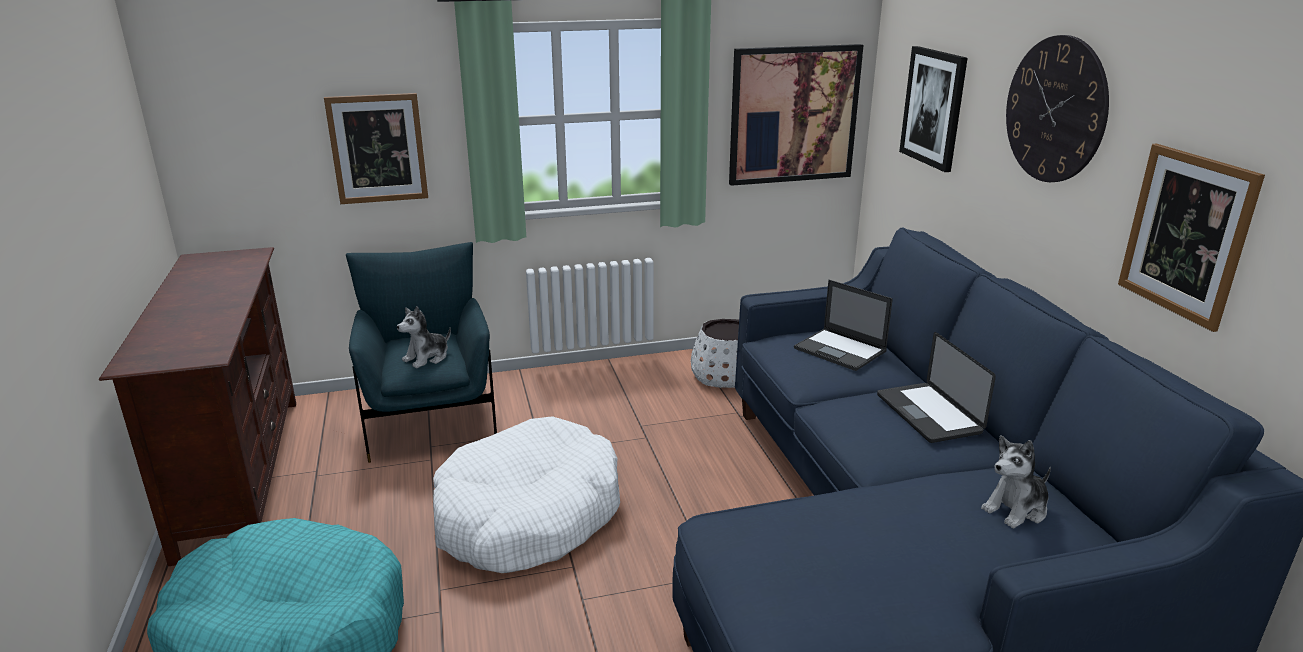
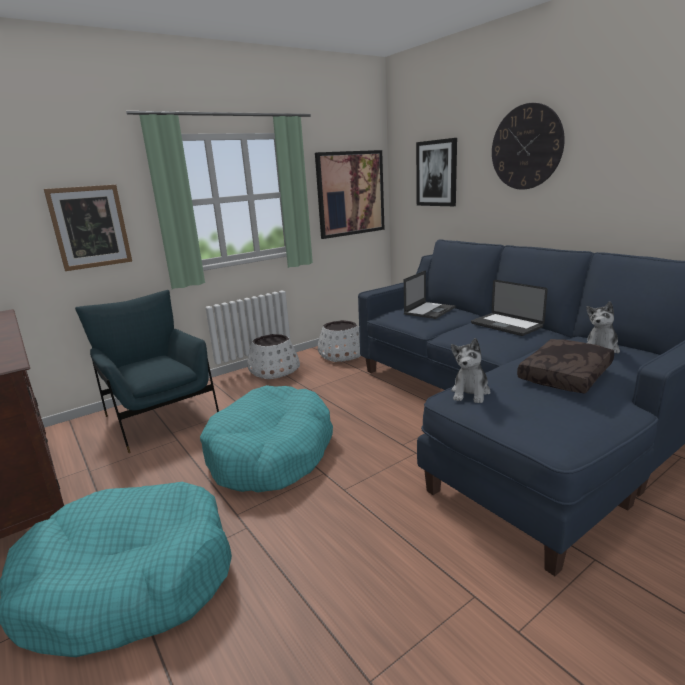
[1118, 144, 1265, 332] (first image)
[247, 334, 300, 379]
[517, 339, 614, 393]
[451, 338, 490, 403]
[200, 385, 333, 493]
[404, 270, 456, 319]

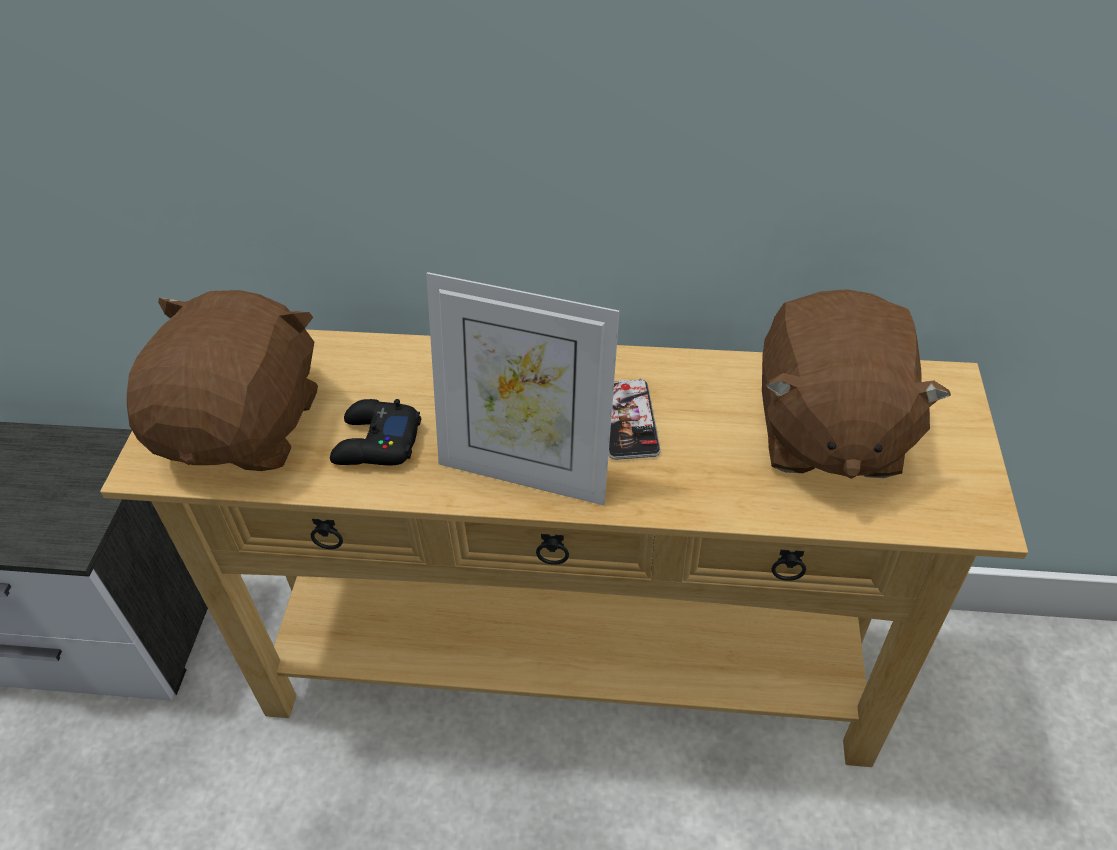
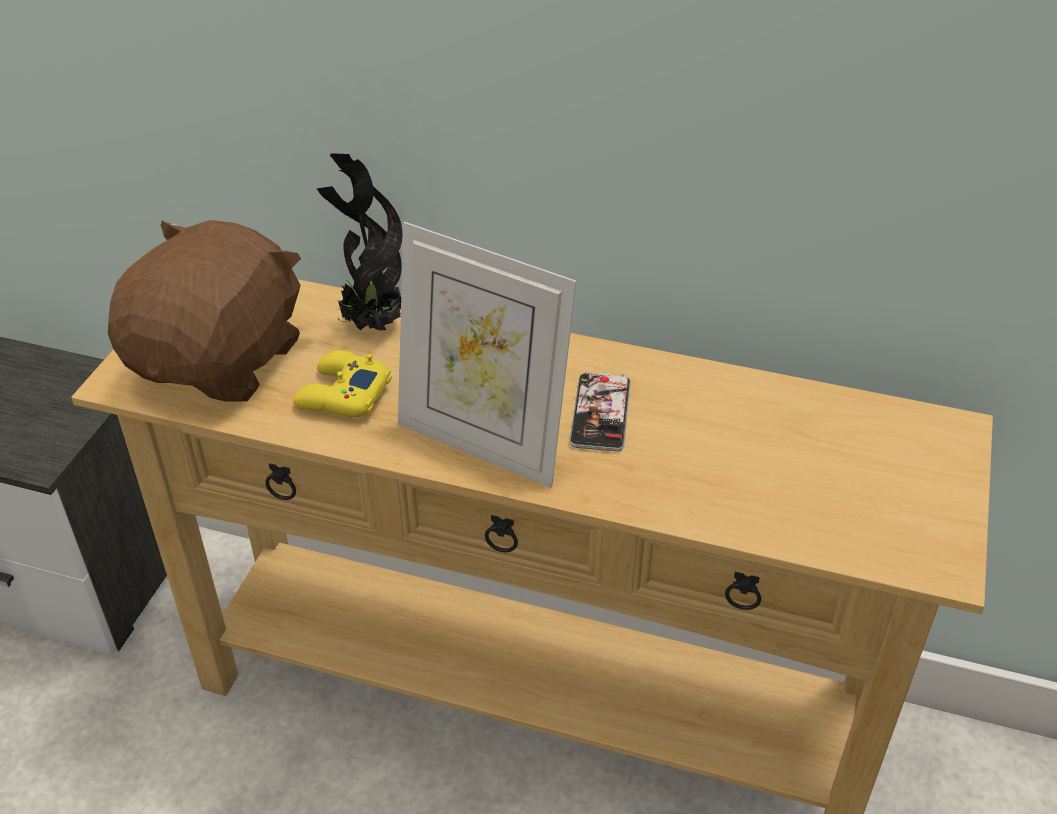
[762, 289, 951, 479] (first image)
[317, 153, 402, 331]
[293, 350, 392, 417]

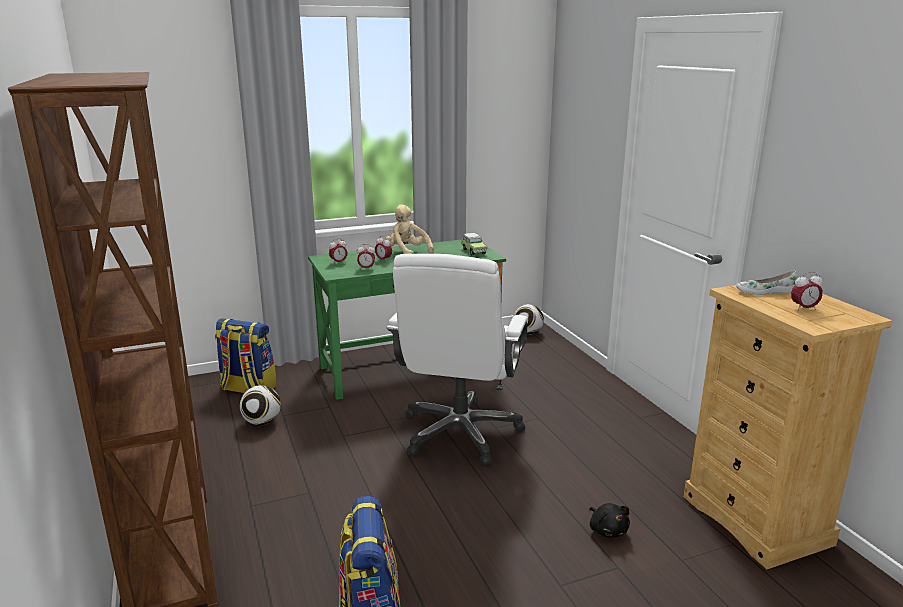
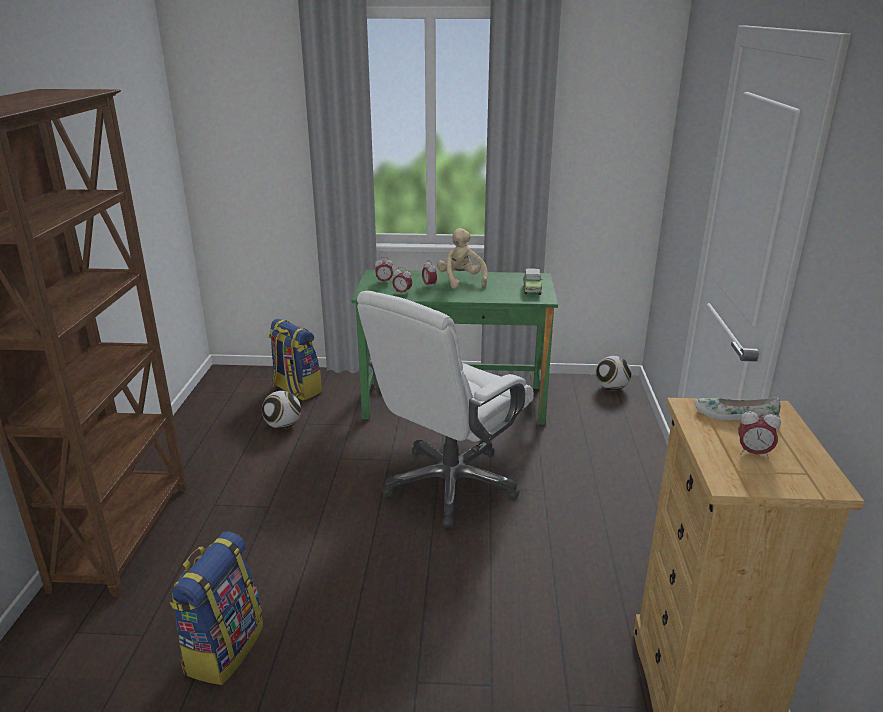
[589, 503, 630, 538] (first image)

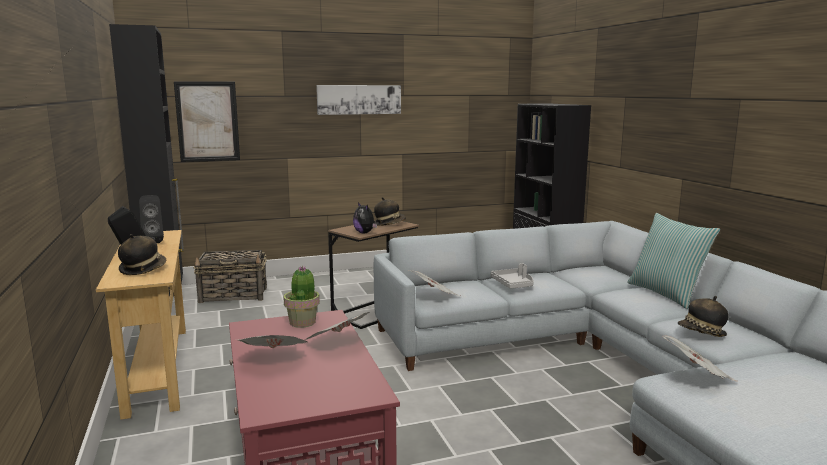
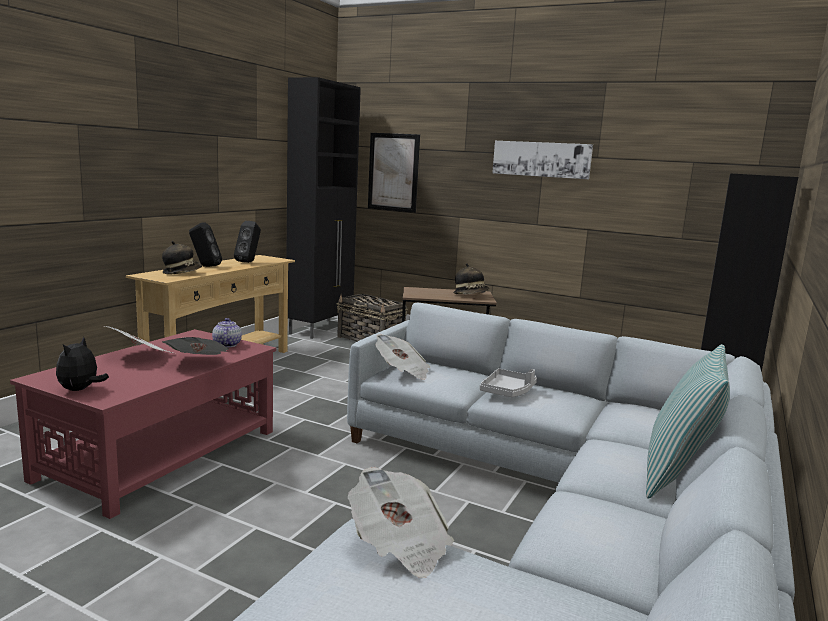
[678, 296, 728, 337] (first image)
[56, 337, 109, 391]
[212, 318, 242, 348]

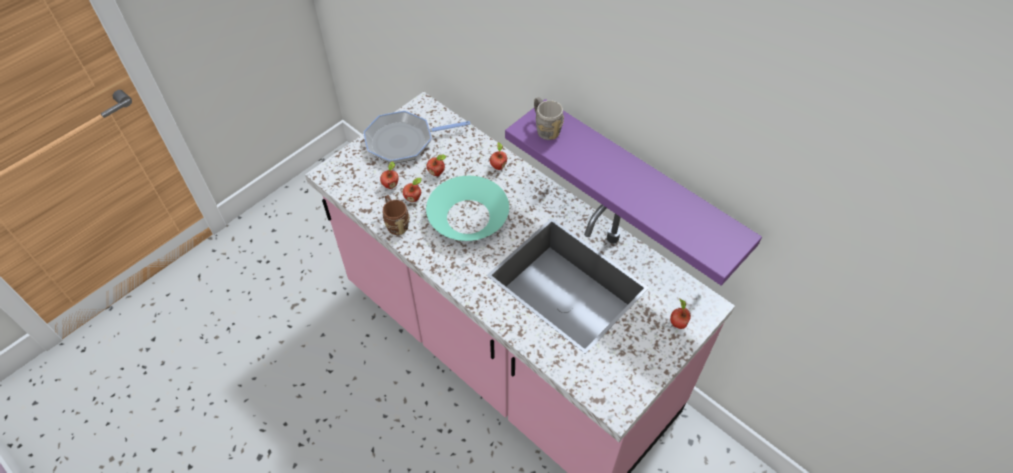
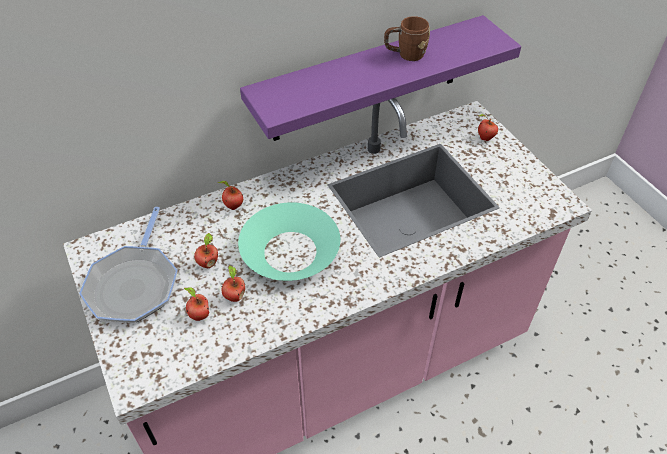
[534, 97, 564, 140] (first image)
[384, 16, 430, 61]

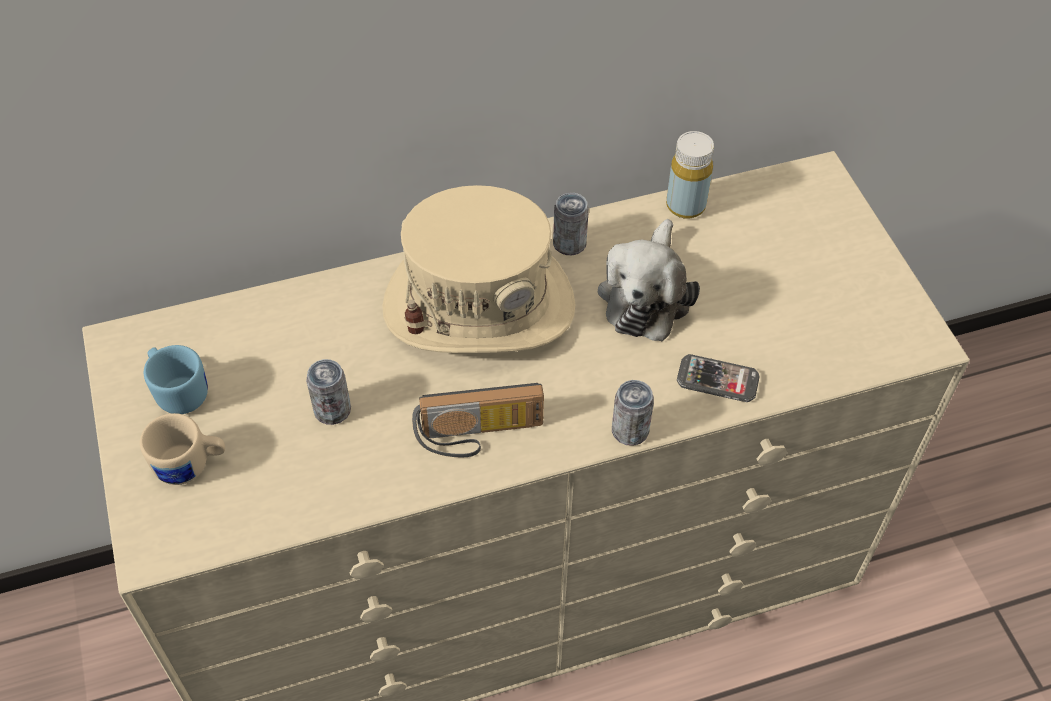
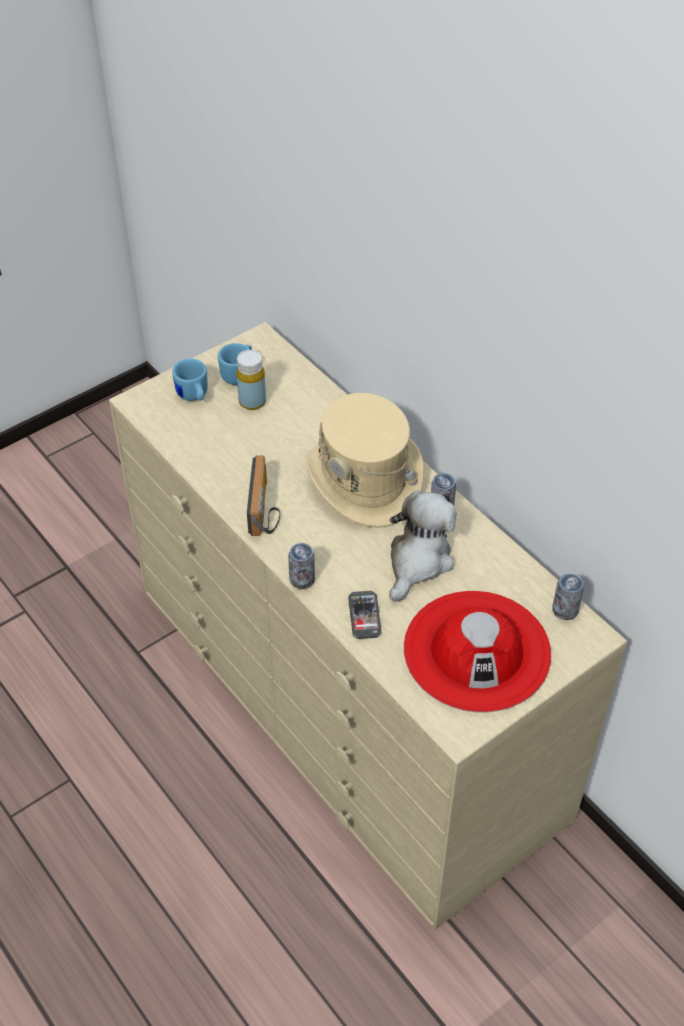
[404, 591, 551, 713]
[552, 573, 584, 620]
[237, 350, 266, 410]
[172, 359, 208, 401]
[247, 455, 280, 536]
[389, 491, 457, 602]

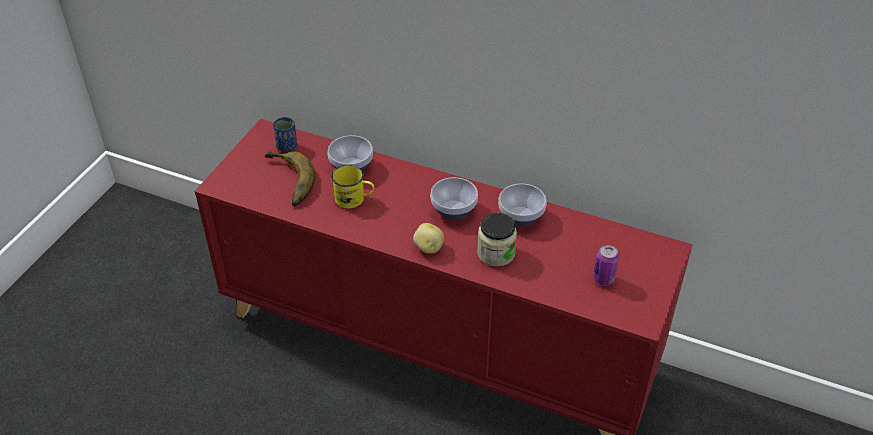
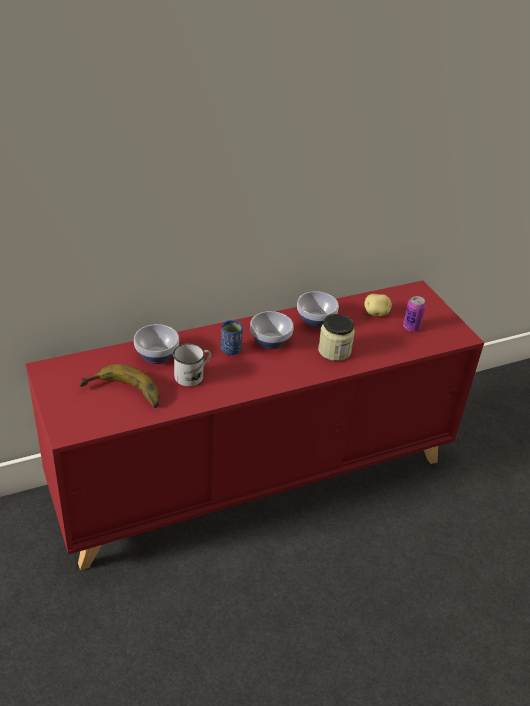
[221, 320, 243, 355]
[364, 294, 392, 316]
[173, 344, 211, 386]

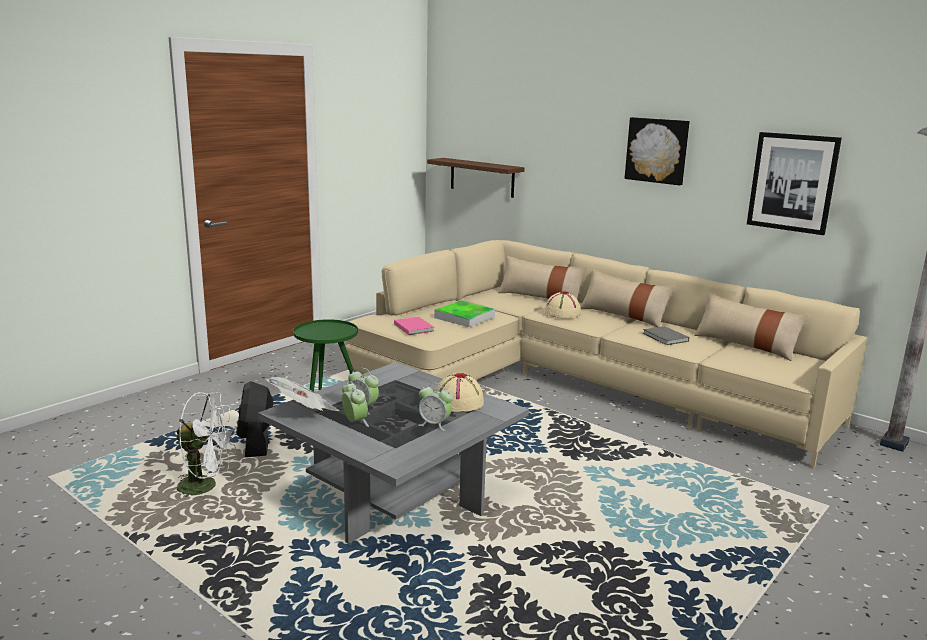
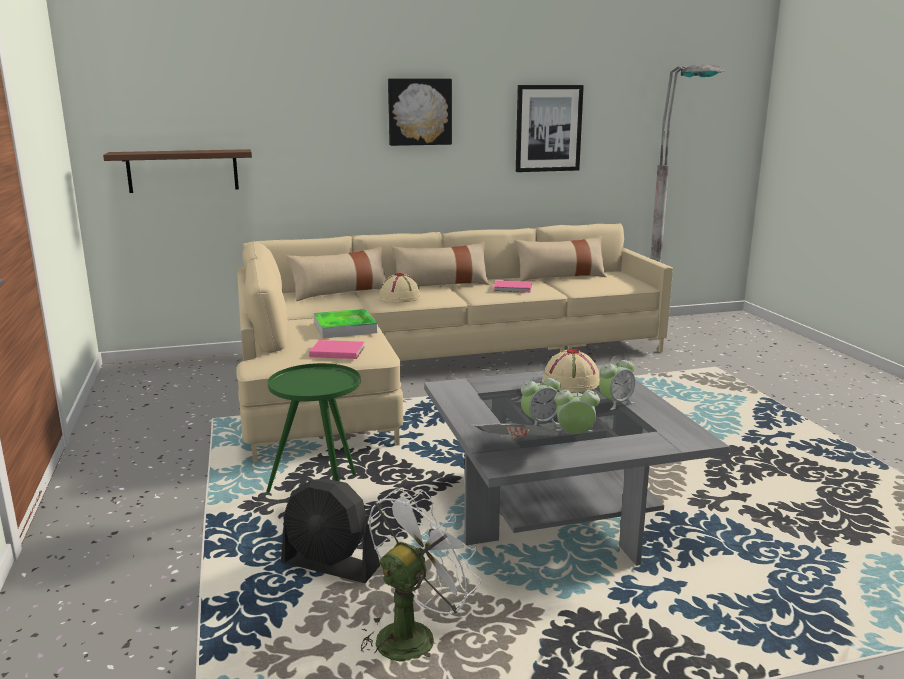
[494, 280, 532, 293]

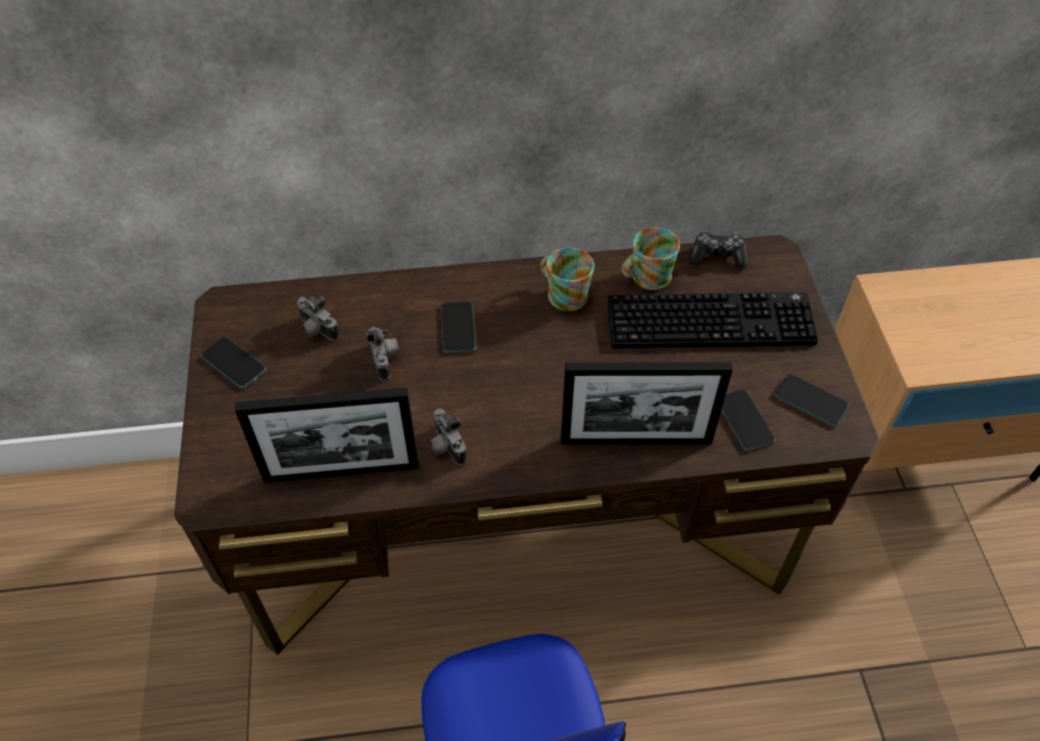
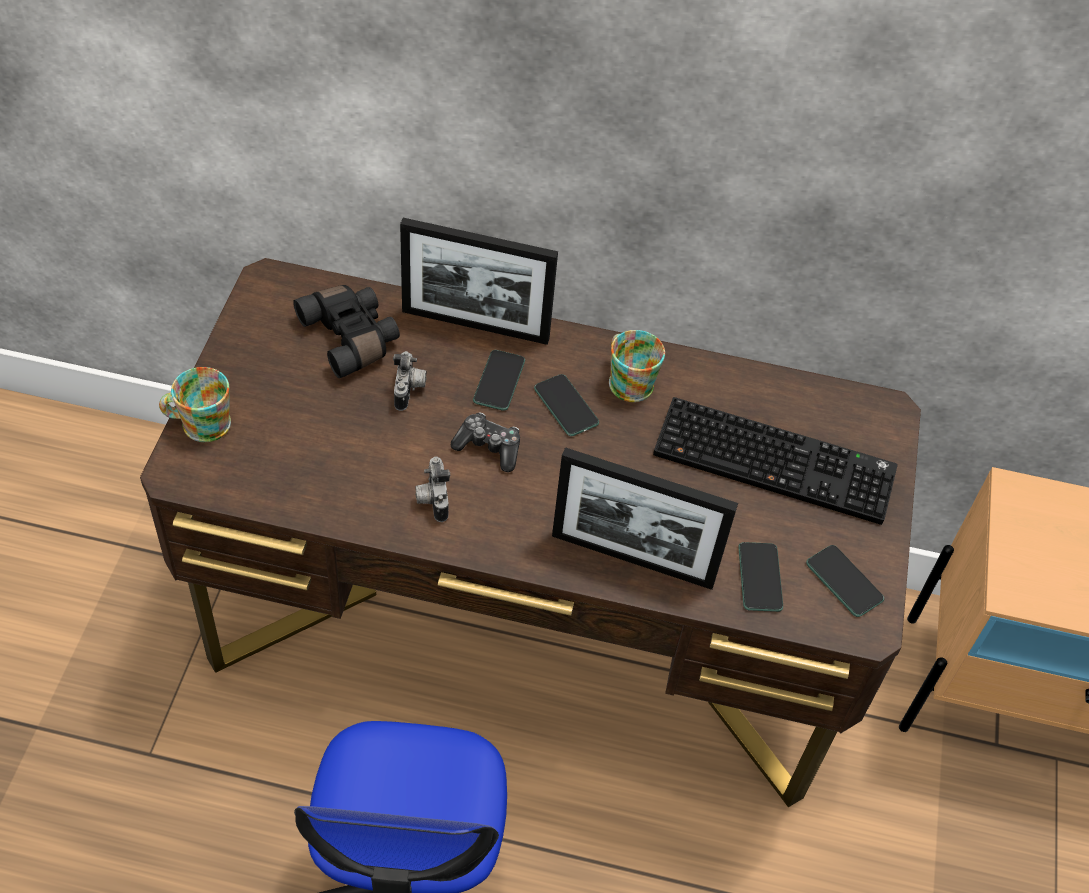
[534, 374, 599, 436]
[400, 218, 558, 345]
[159, 367, 231, 442]
[451, 412, 520, 472]
[293, 285, 400, 378]

